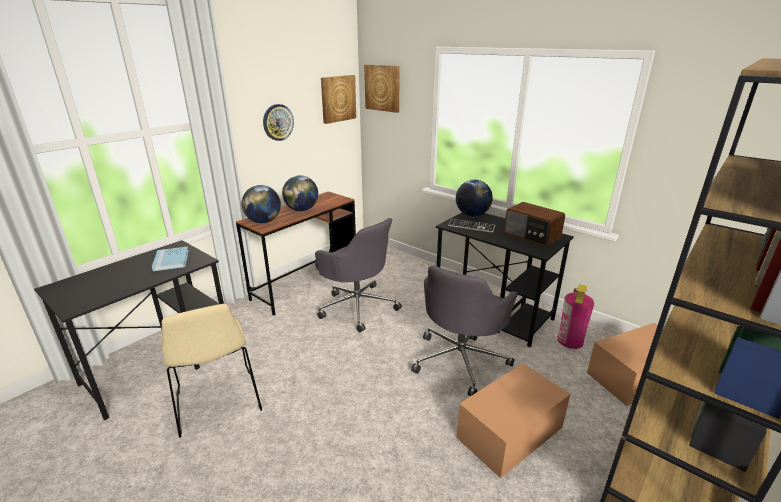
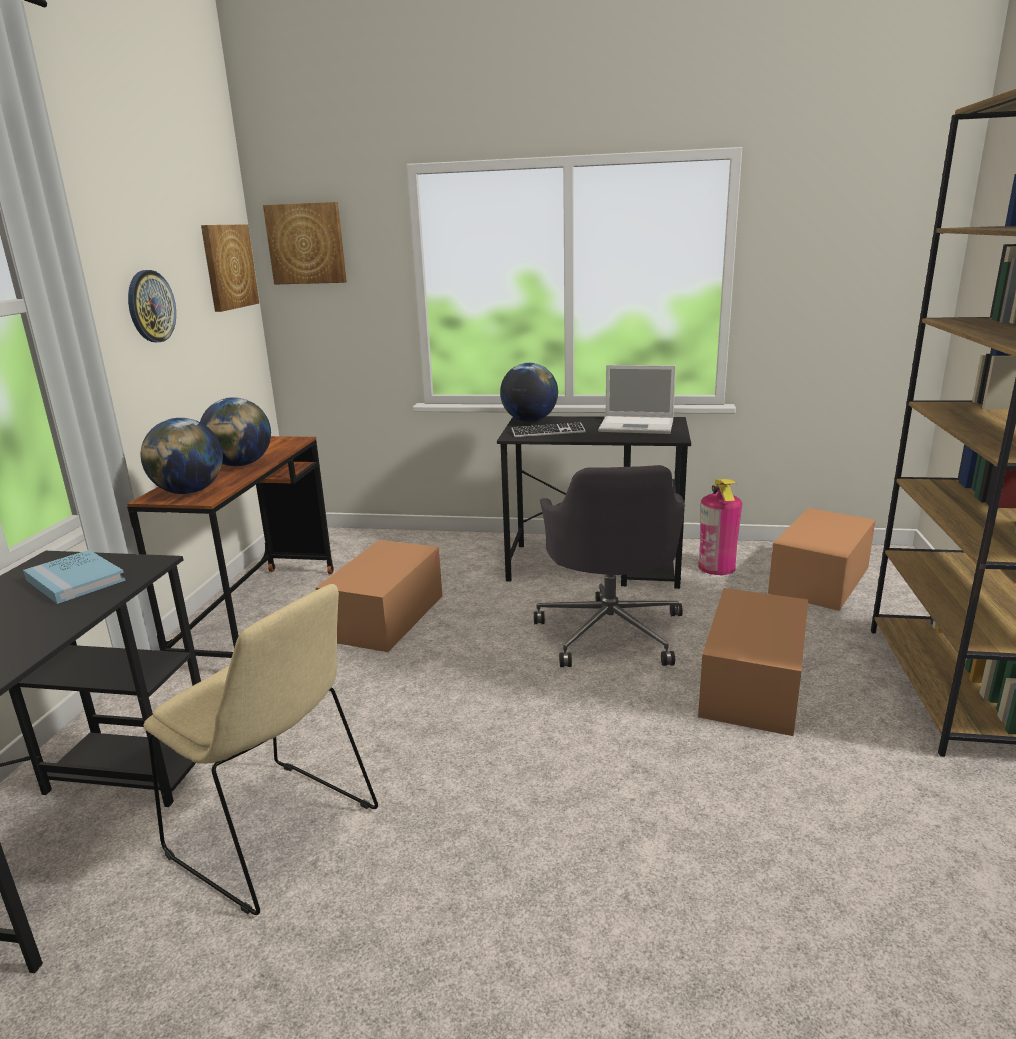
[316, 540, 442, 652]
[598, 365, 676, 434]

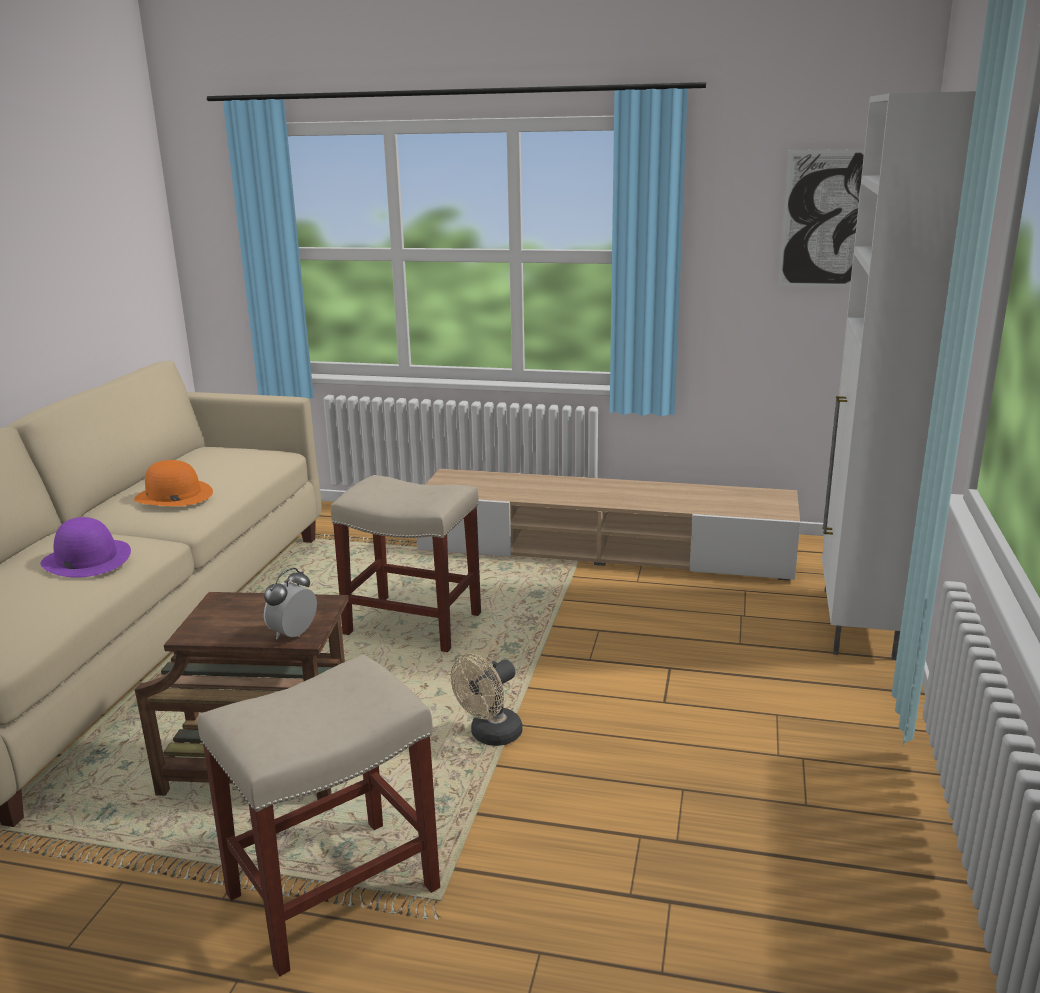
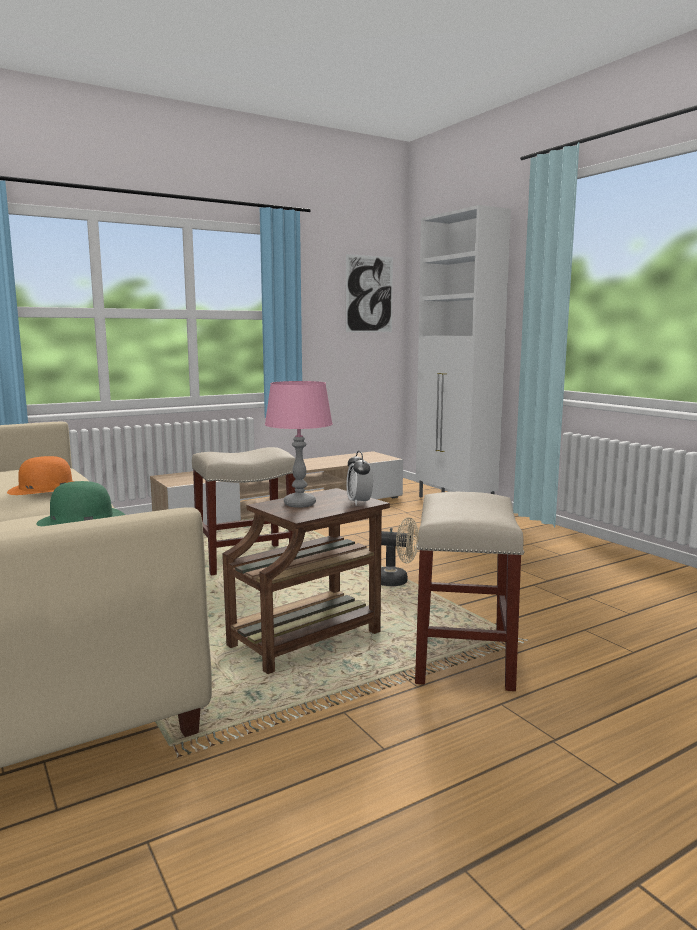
[265, 381, 333, 508]
[36, 481, 125, 526]
[381, 517, 419, 586]

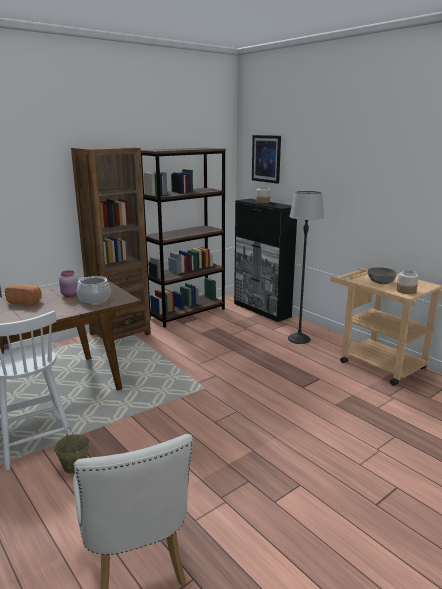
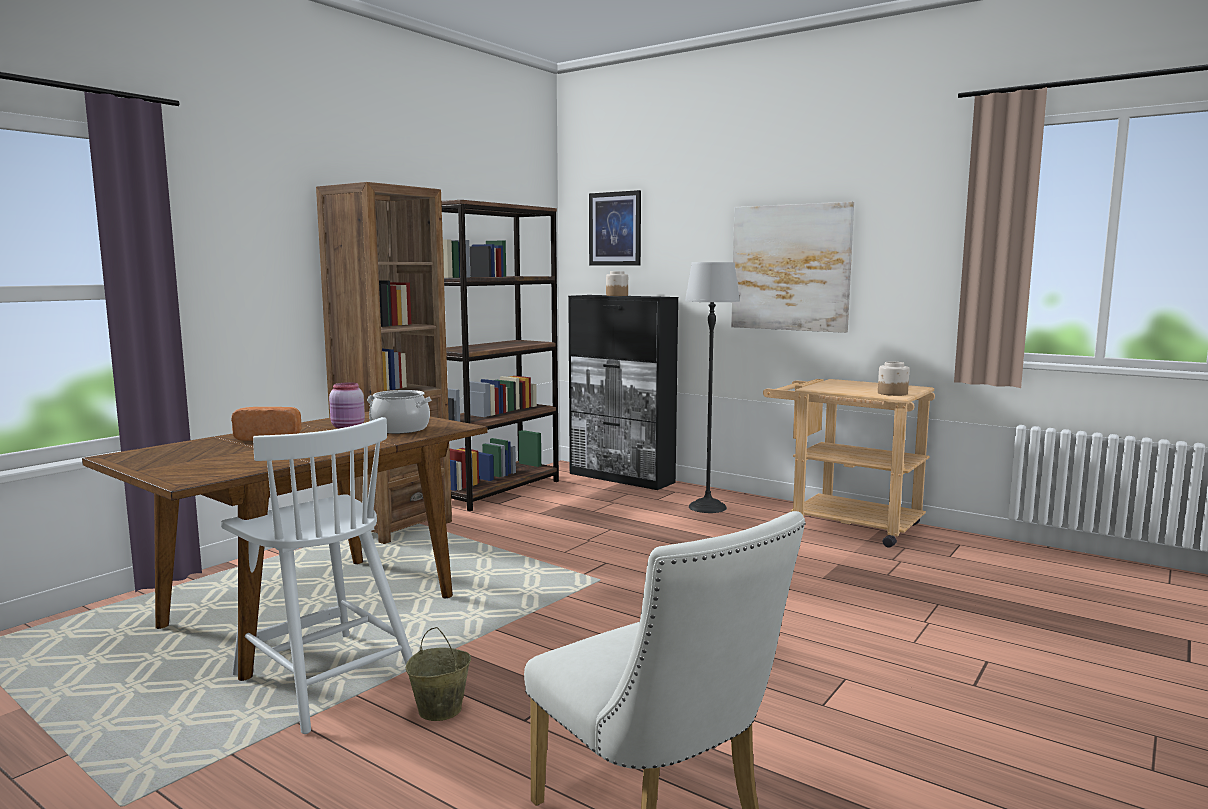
[368, 267, 397, 284] (first image)
[731, 202, 854, 333]

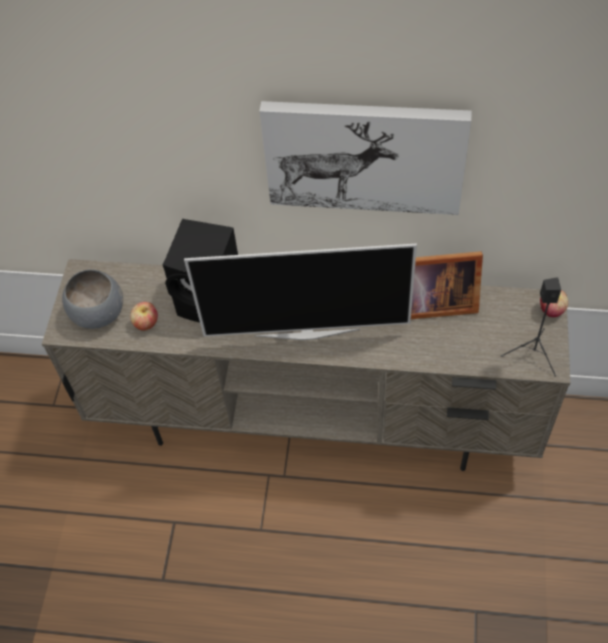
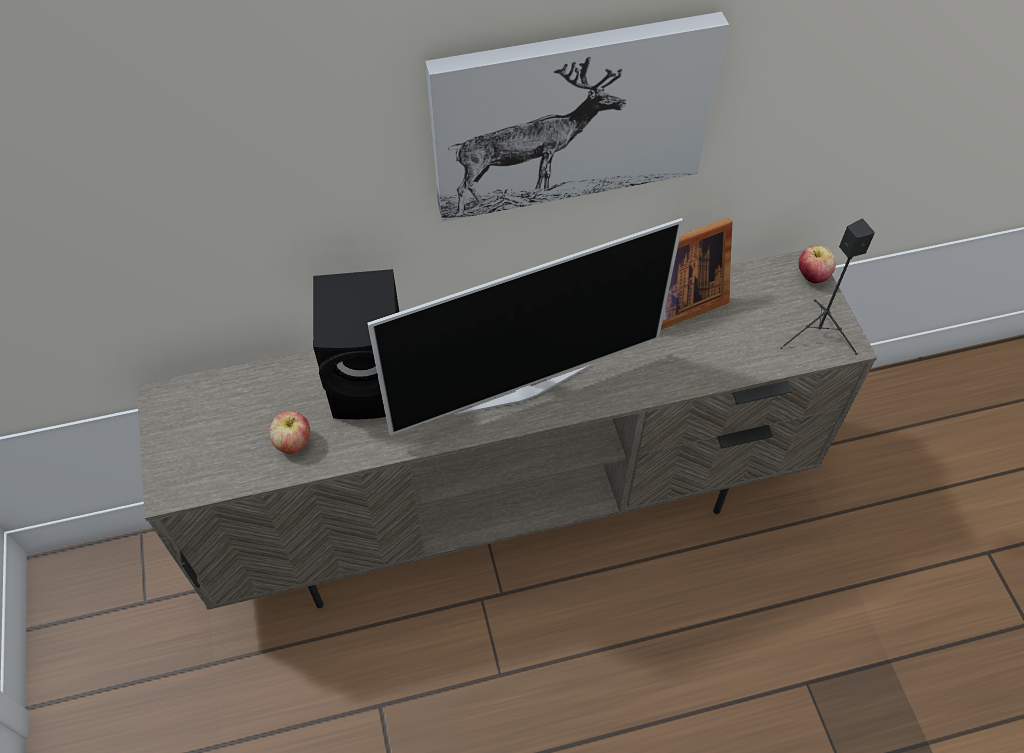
[62, 269, 123, 329] (first image)

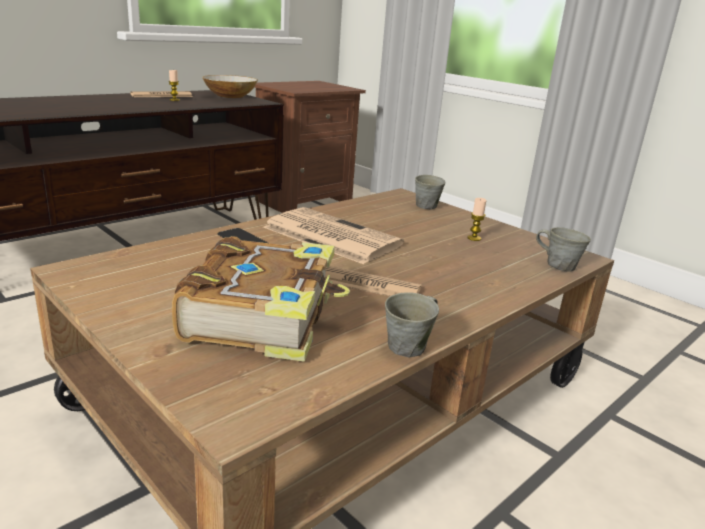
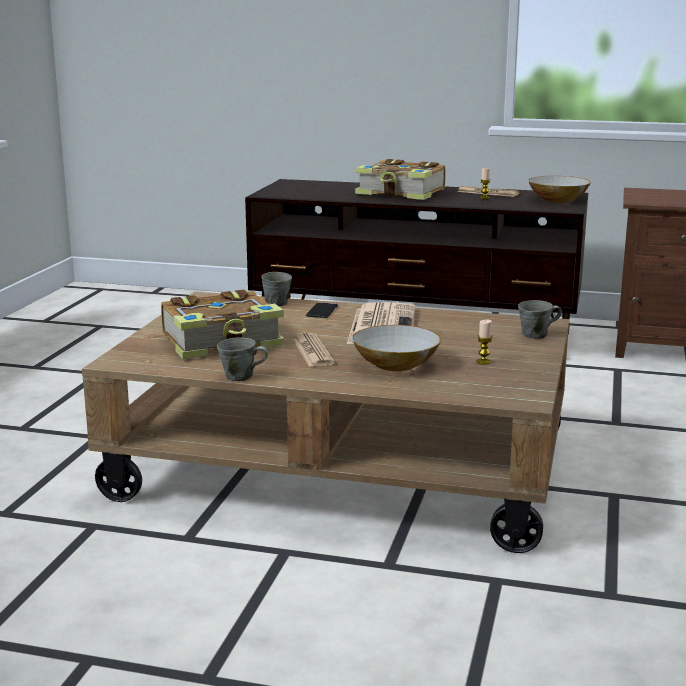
[352, 325, 441, 371]
[355, 159, 446, 200]
[261, 272, 292, 306]

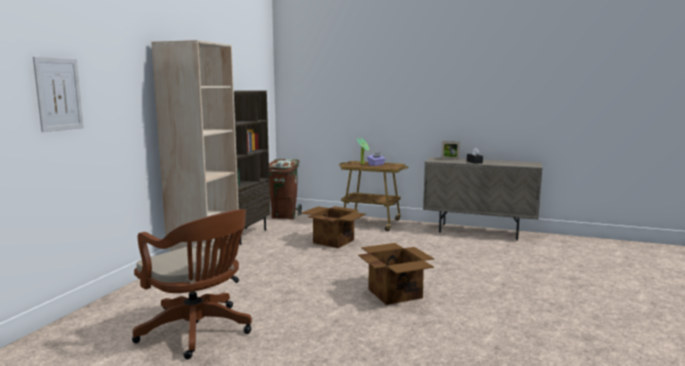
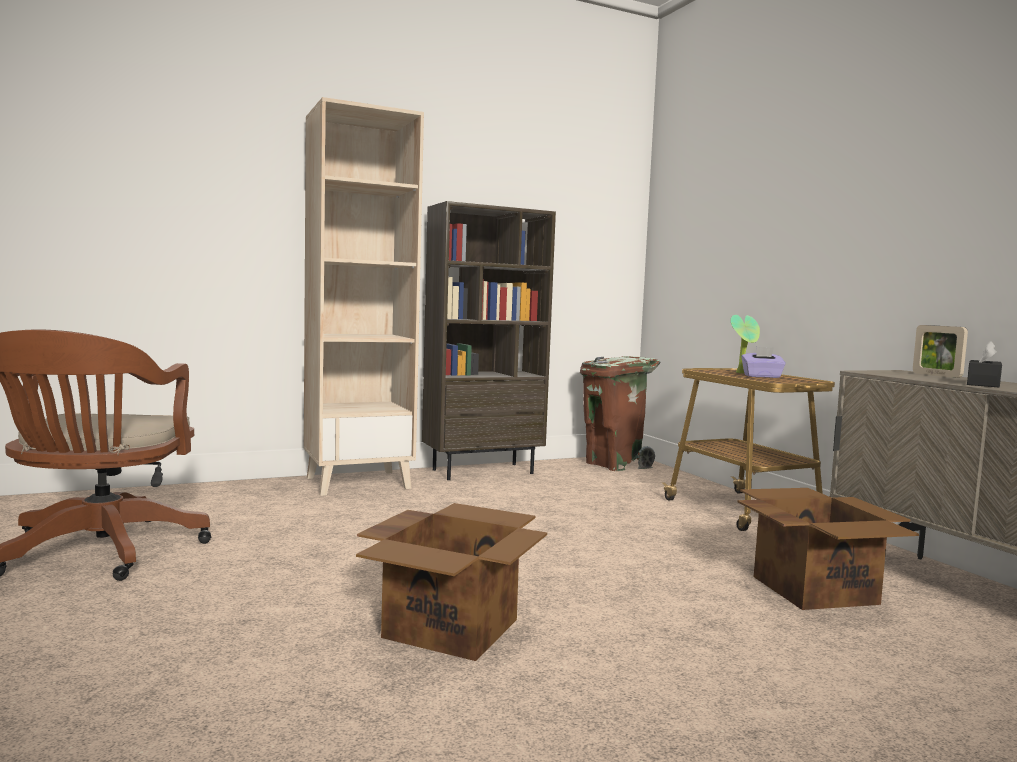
[33, 57, 84, 132] (first image)
[737, 488, 919, 610]

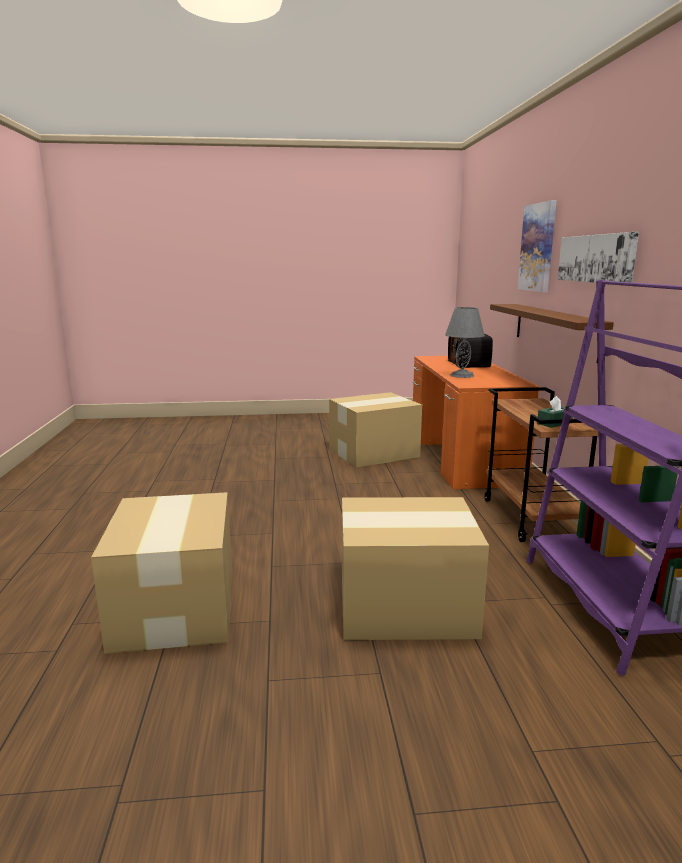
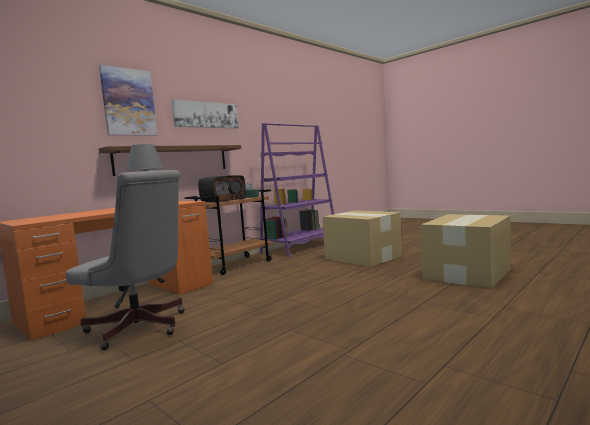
[198, 175, 246, 202]
[66, 170, 185, 350]

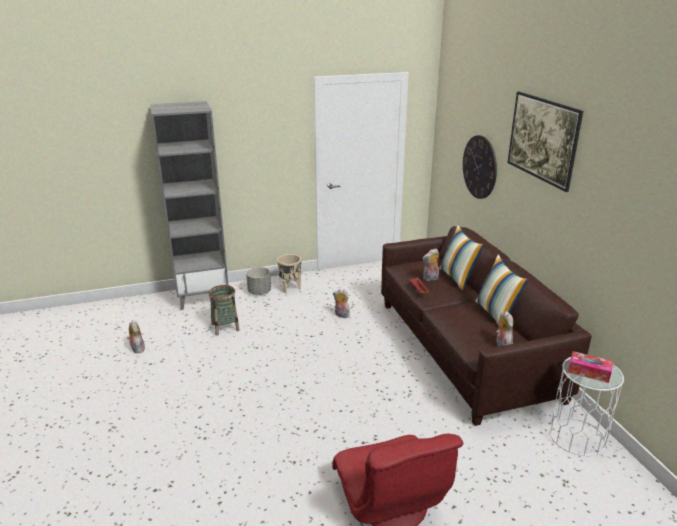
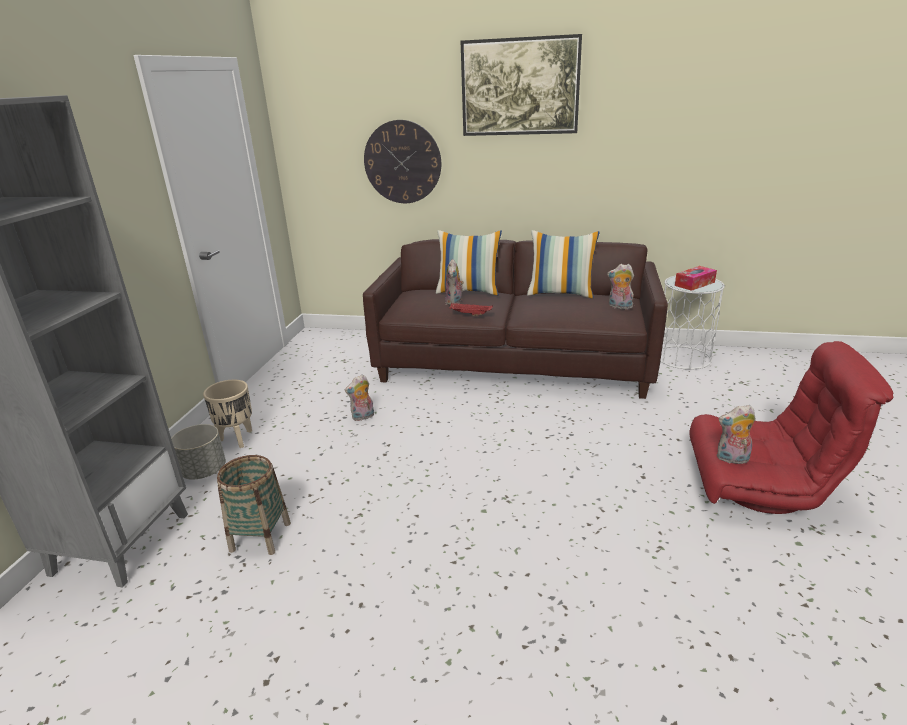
[717, 405, 756, 464]

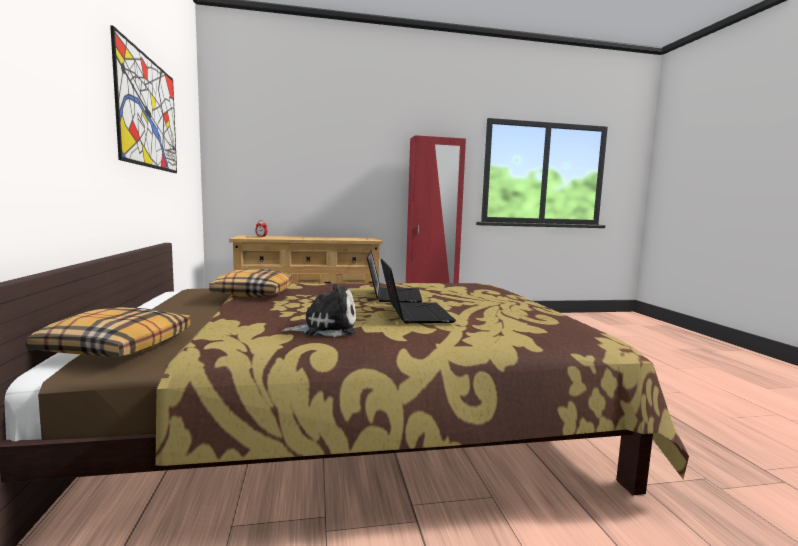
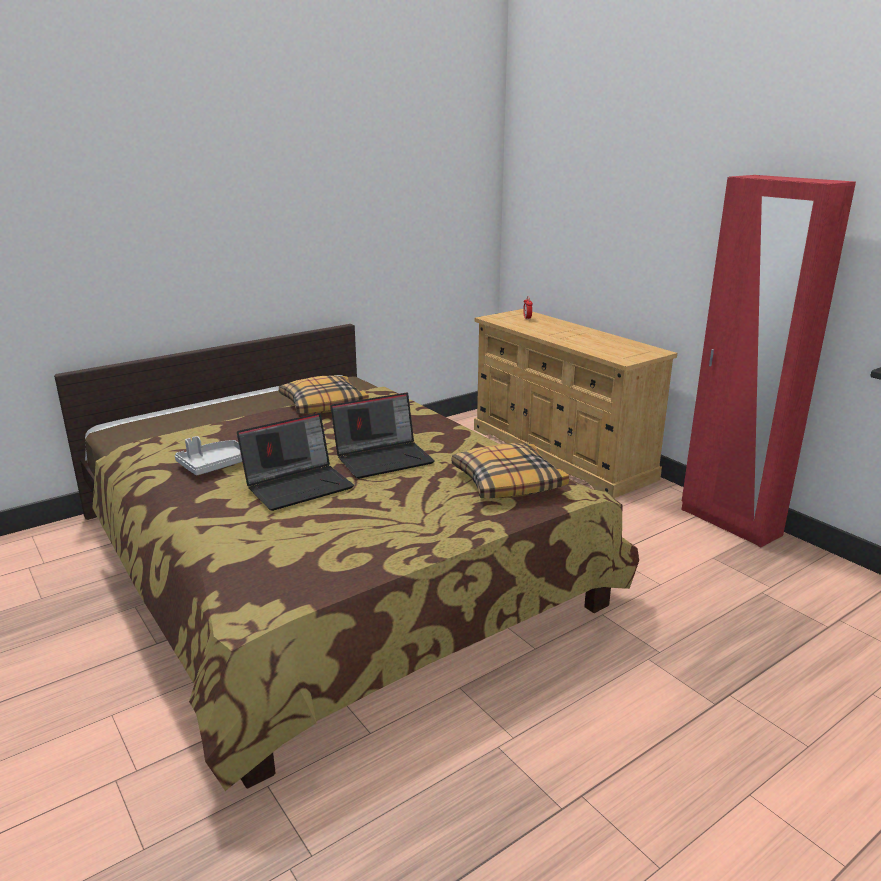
[110, 25, 177, 173] (first image)
[452, 443, 569, 498]
[175, 436, 242, 476]

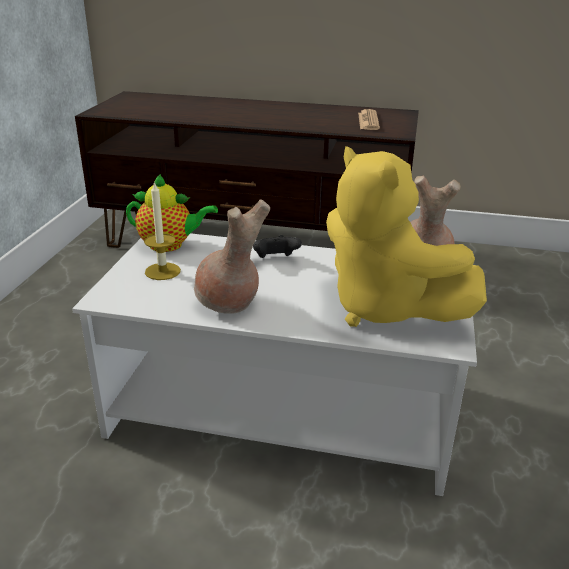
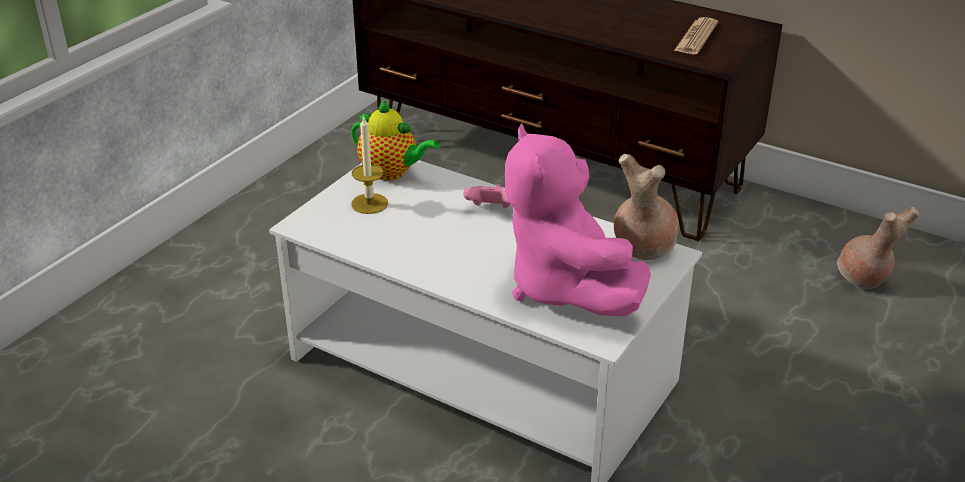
[837, 206, 919, 289]
[463, 184, 511, 208]
[505, 123, 651, 316]

